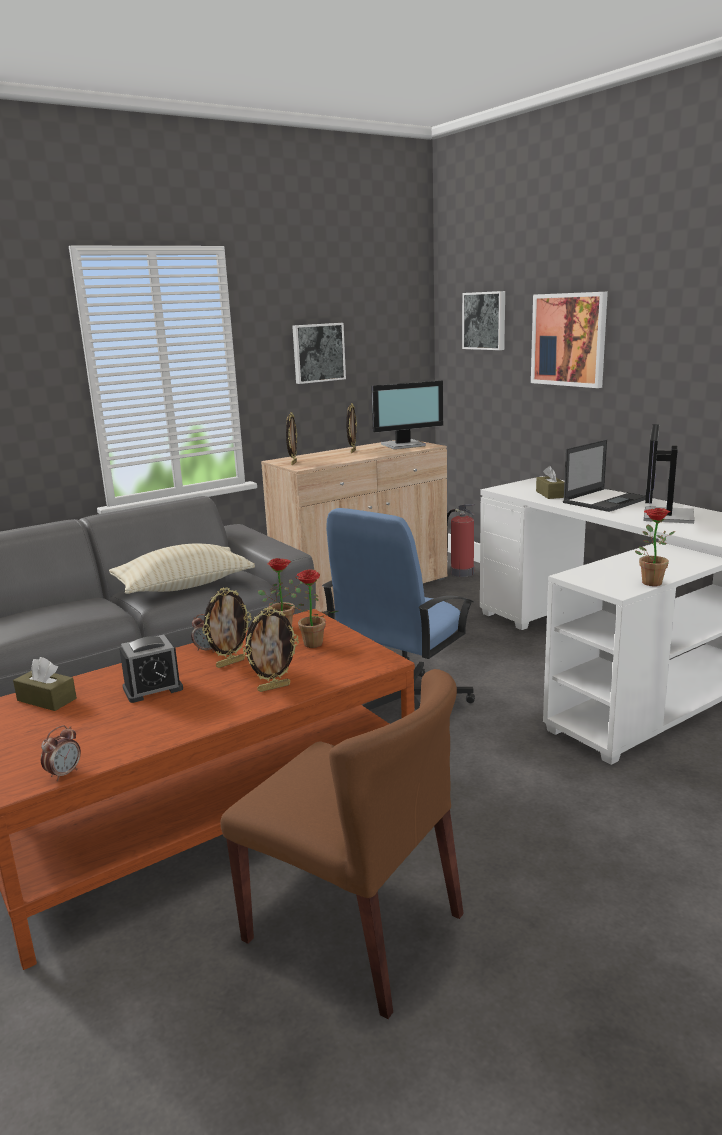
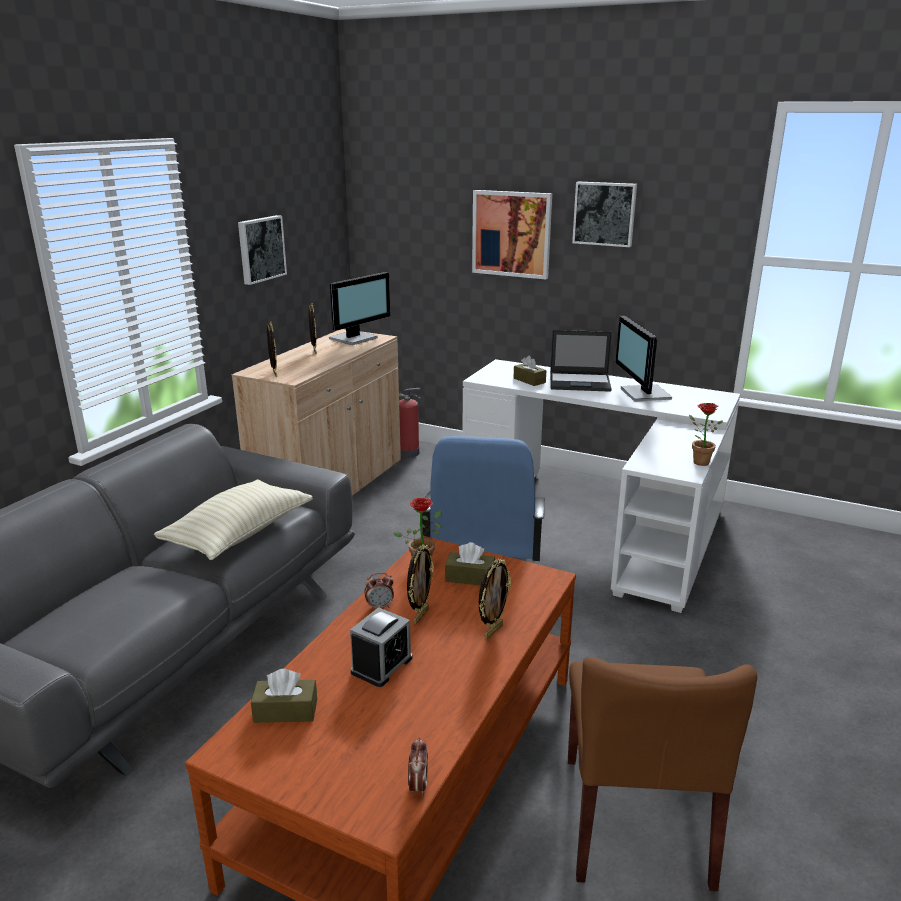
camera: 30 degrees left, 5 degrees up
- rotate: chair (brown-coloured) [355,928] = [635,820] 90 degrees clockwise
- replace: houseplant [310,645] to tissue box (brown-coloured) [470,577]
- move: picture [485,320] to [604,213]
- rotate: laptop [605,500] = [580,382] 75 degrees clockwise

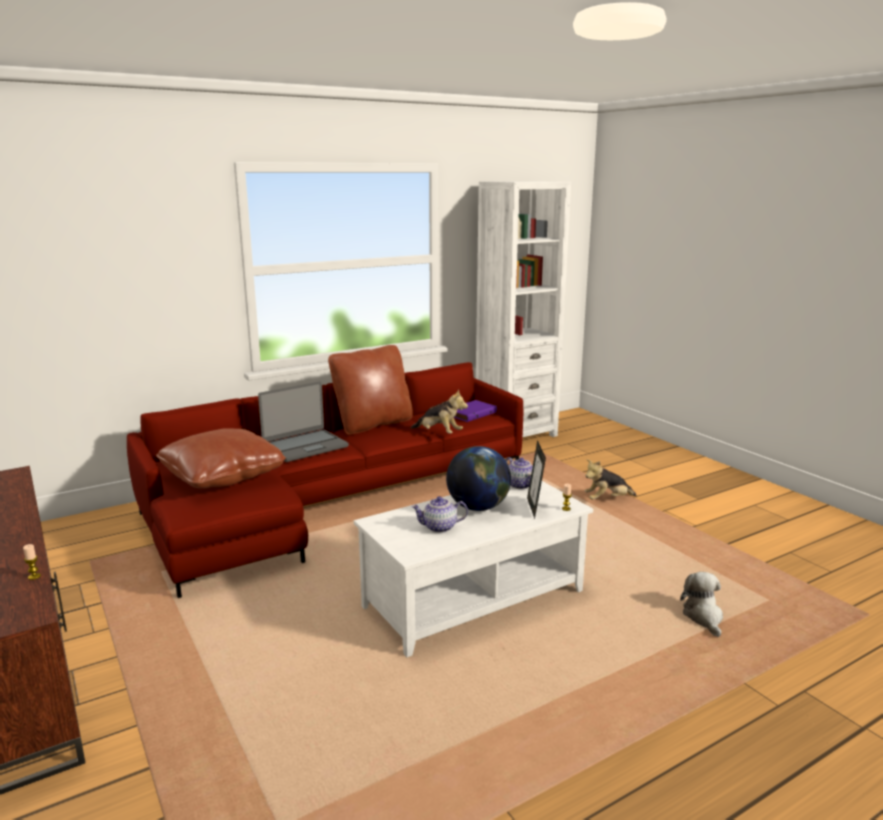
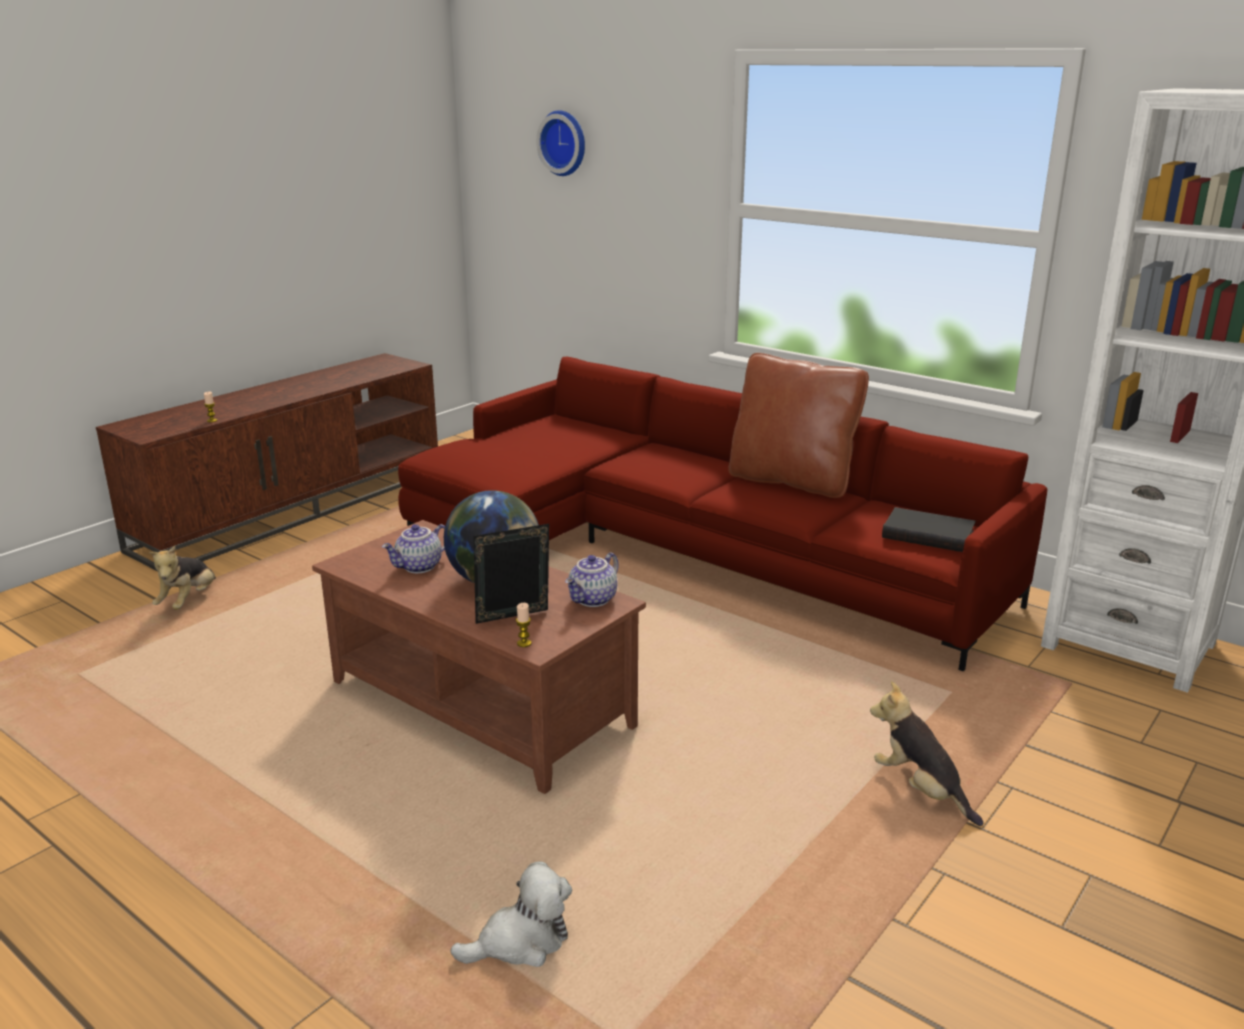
camera: 70 degrees right, 5 degrees up
- delete: cushion (brown-coloured) [223,476]
- delete: laptop [305,446]
- recolor: low table (whitish) [473,598] to low table (brown-coloured) [482,704]
- move: soft toy [439,433] to [188,601]
- rotate: pot for tea [439,528] = [419,567] 105 degrees counterclockwise
- recolor: bound book (purplish) [471,413] to bound book (blackish) [929,534]
- insert: clock on the wall [564,143]

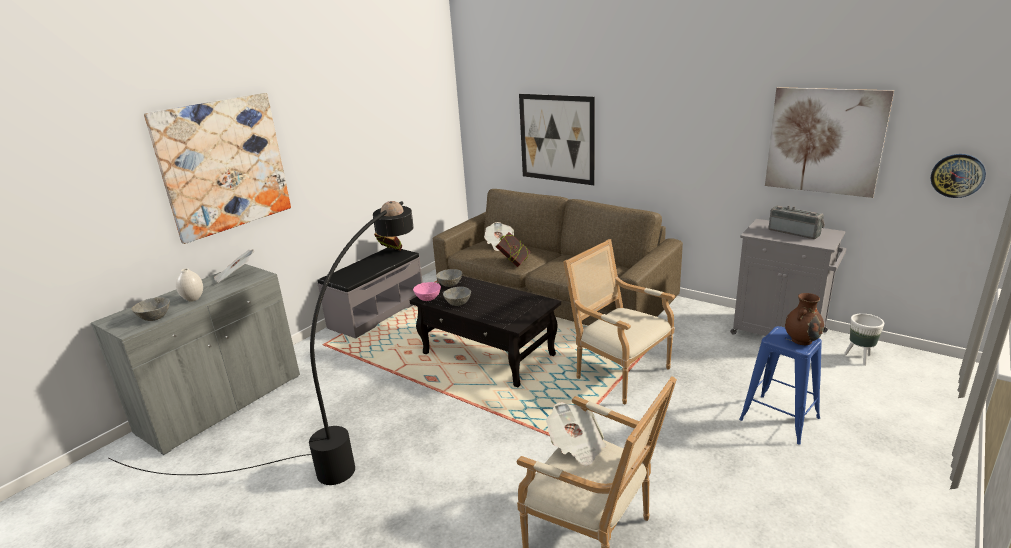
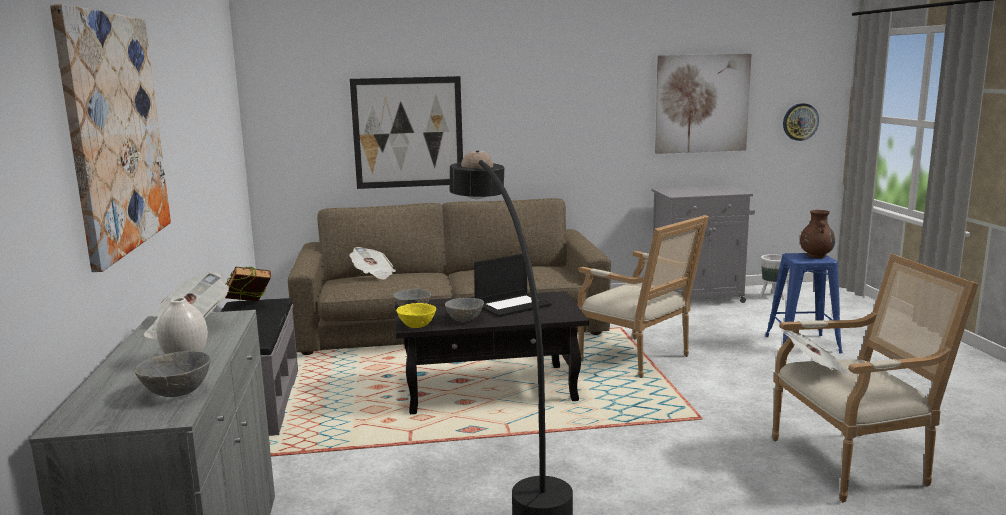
camera: 45 degrees left, 10 degrees down
- recolor: bowl (pink-coloured) [428,298] to bowl (yellowish) [417,325]
- delete: bound book [513,263]
- rotate: armchair [618,373] = [640,359] 135 degrees counterclockwise
- delete: radio receiver [795,232]
- insert: laptop [513,305]

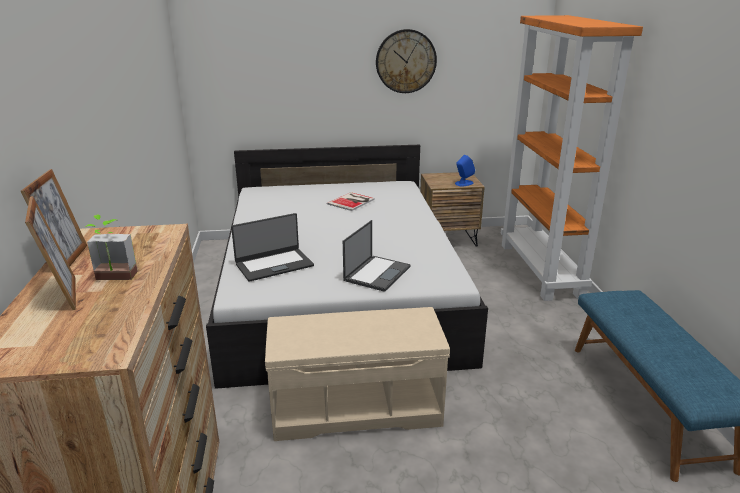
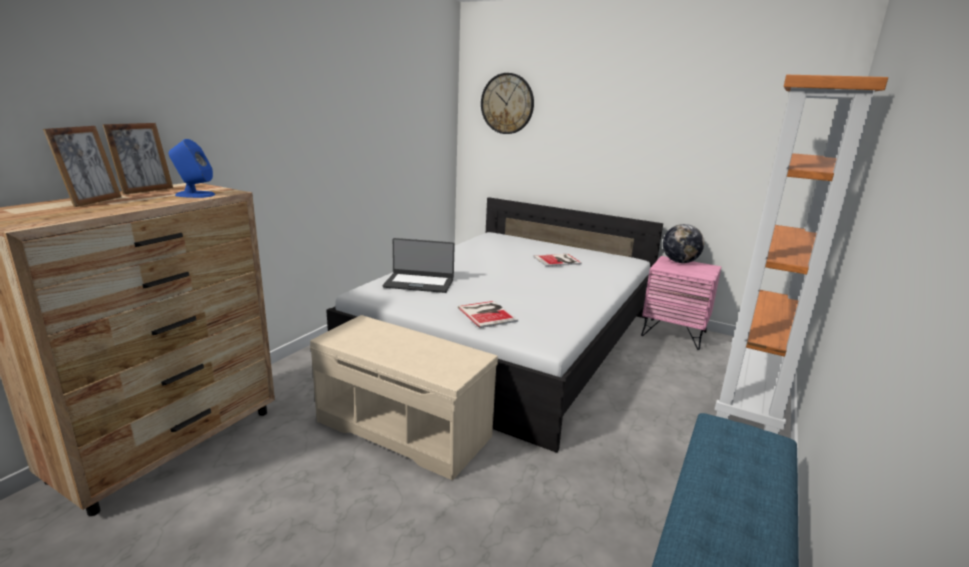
camera: 35 degrees right, 5 degrees down
- delete: houseplant [114,279]
- replace: laptop [377,273] to bound book [487,313]
- move: clock on the wall [406,61] to [507,103]
- recolor: night table (brown-coloured) [448,238] to night table (pink-coloured) [674,334]
- move: speaker (blue-coloured) [463,183] to [194,195]
- insert: globe [679,262]

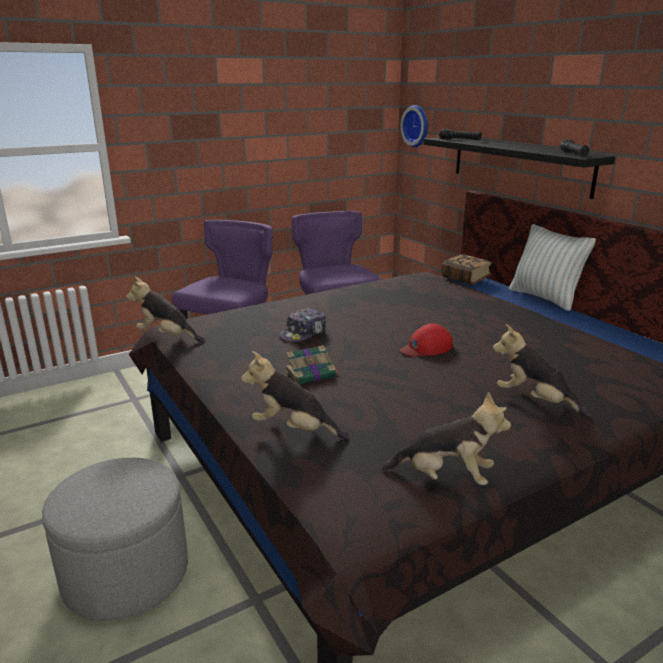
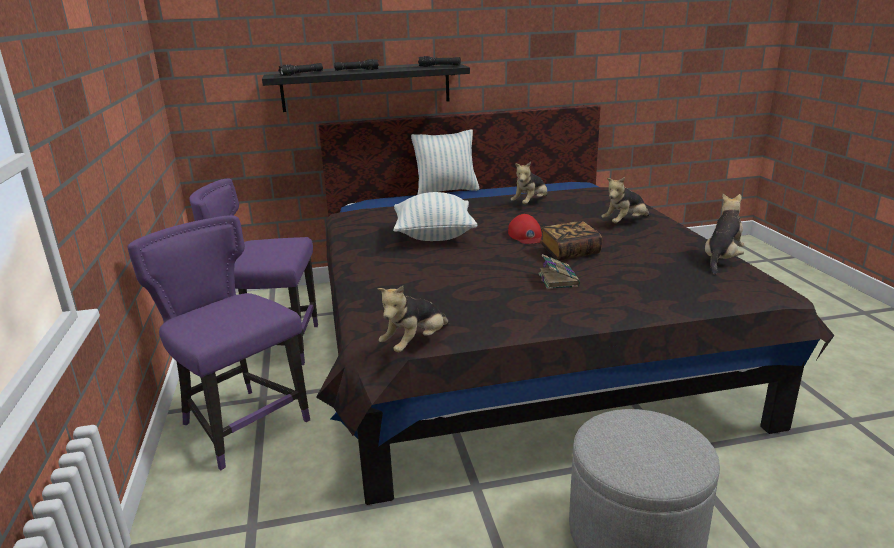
camera: 70 degrees left, 0 degrees up
- move: soft toy [294,429] to [530,203]
- delete: cap [303,333]
- delete: clock on the wall [417,126]
- move: bound book [465,279] to [569,252]
- insert: torch (blackish) [356,70]
- insert: cushion [434,236]

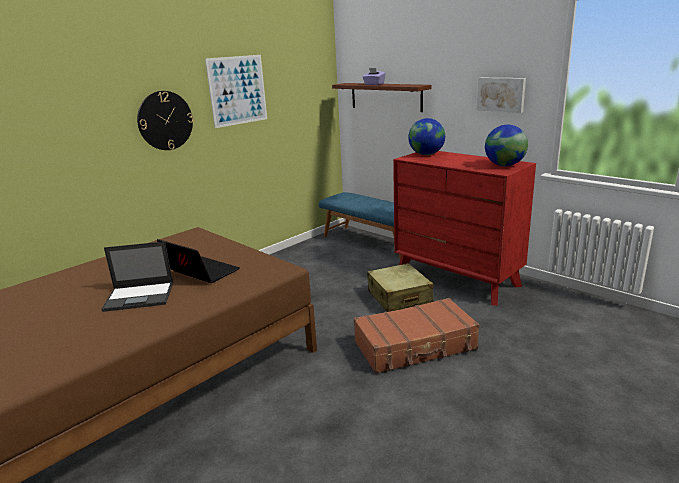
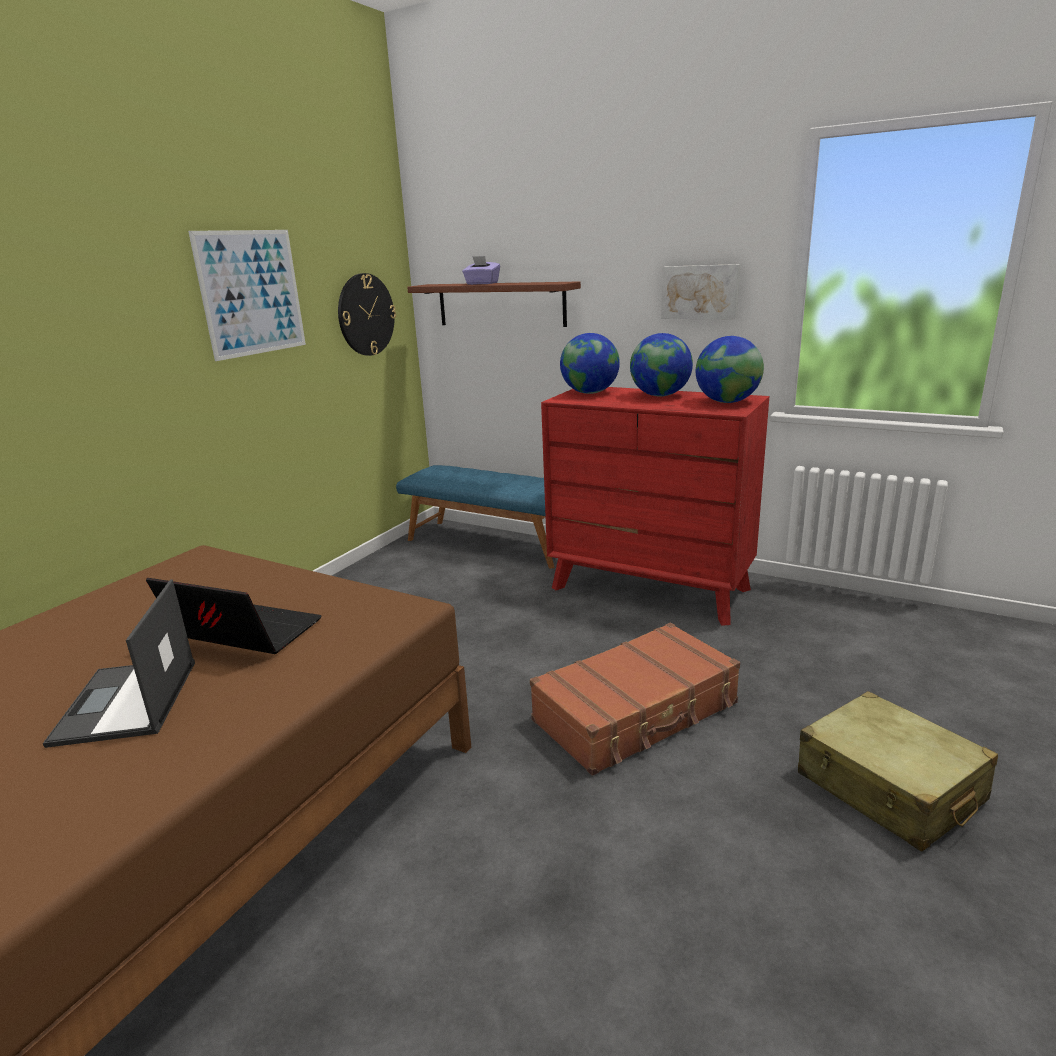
camera: 15 degrees left, 0 degrees up
- rotate: laptop [140,296] = [126,702] 105 degrees clockwise
- move: clock on the wall [165,120] to [366,315]
- move: travel case (beige) [399,298] to [889,787]
- insert: globe [660,395]

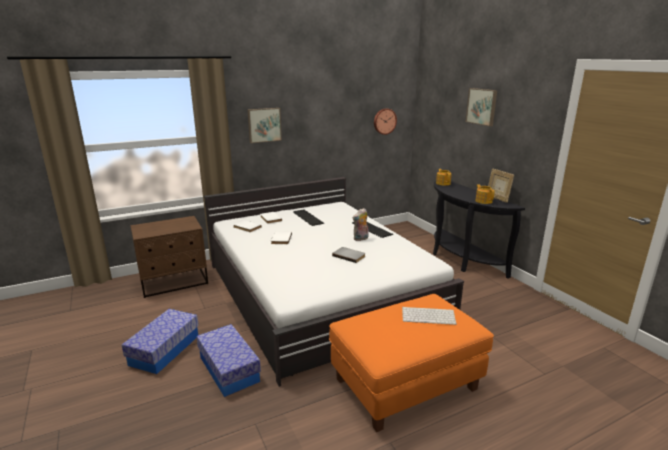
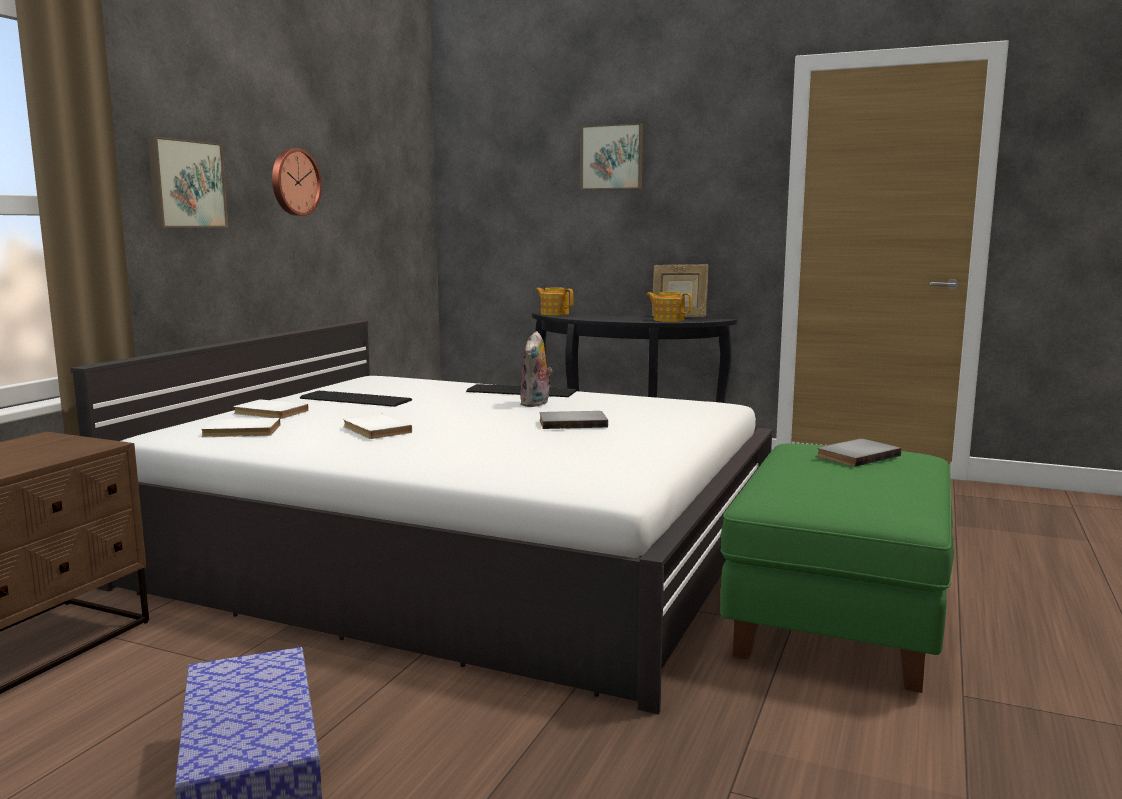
camera: 40 degrees left, 10 degrees down
- delete: storage container [229,369]
- recolor: pouffe (orangey) [406,383] to pouffe (green) [837,616]
- move: clock on the wall [384,121] to [294,182]
- replace: PC keyboard [429,316] to bound book (greyish) [855,455]

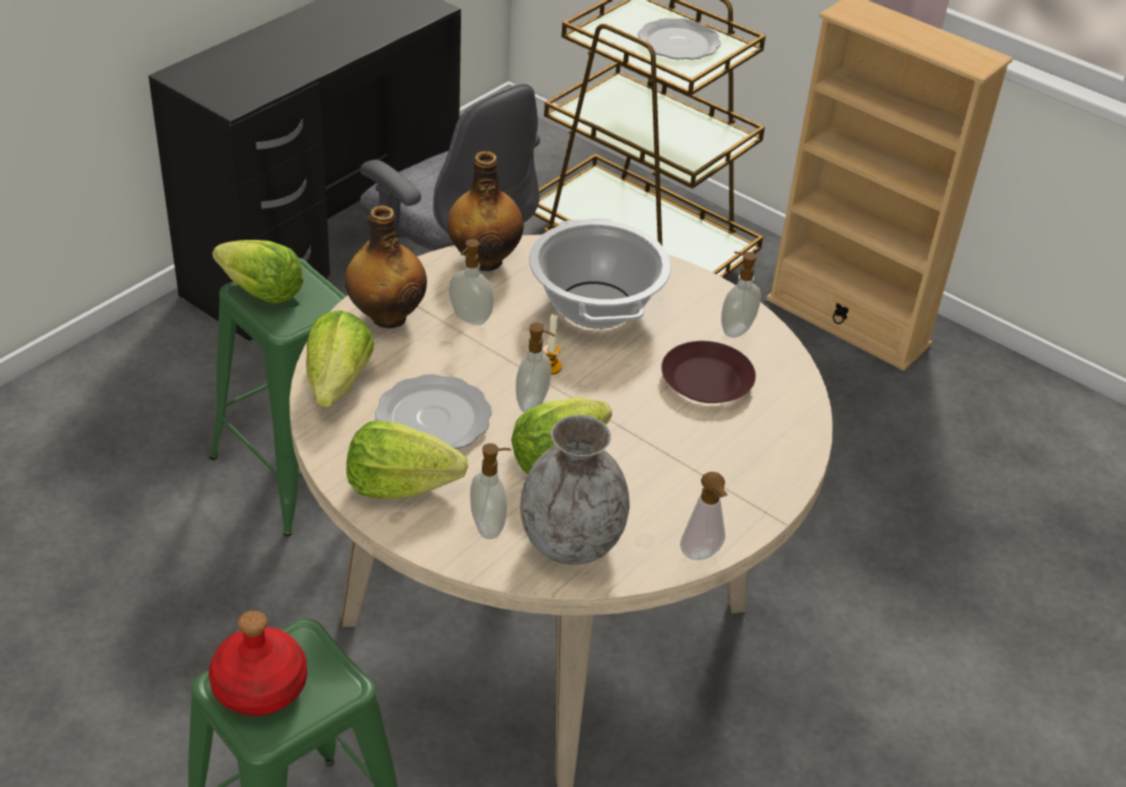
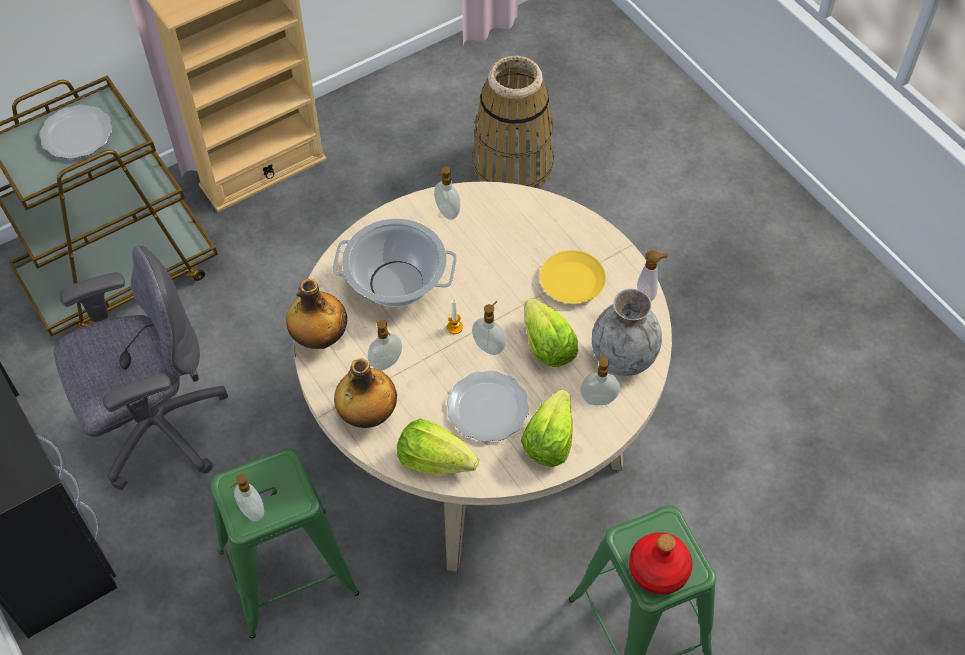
camera: 70 degrees left, 15 degrees up
- replace: lettuce head [261,292] to liquid soap bottle [251,511]
- delete: flat dish (brown-coloured) [707,380]
- insert: storage basket [513,165]
- insert: flat dish (yellowish) [572,281]

